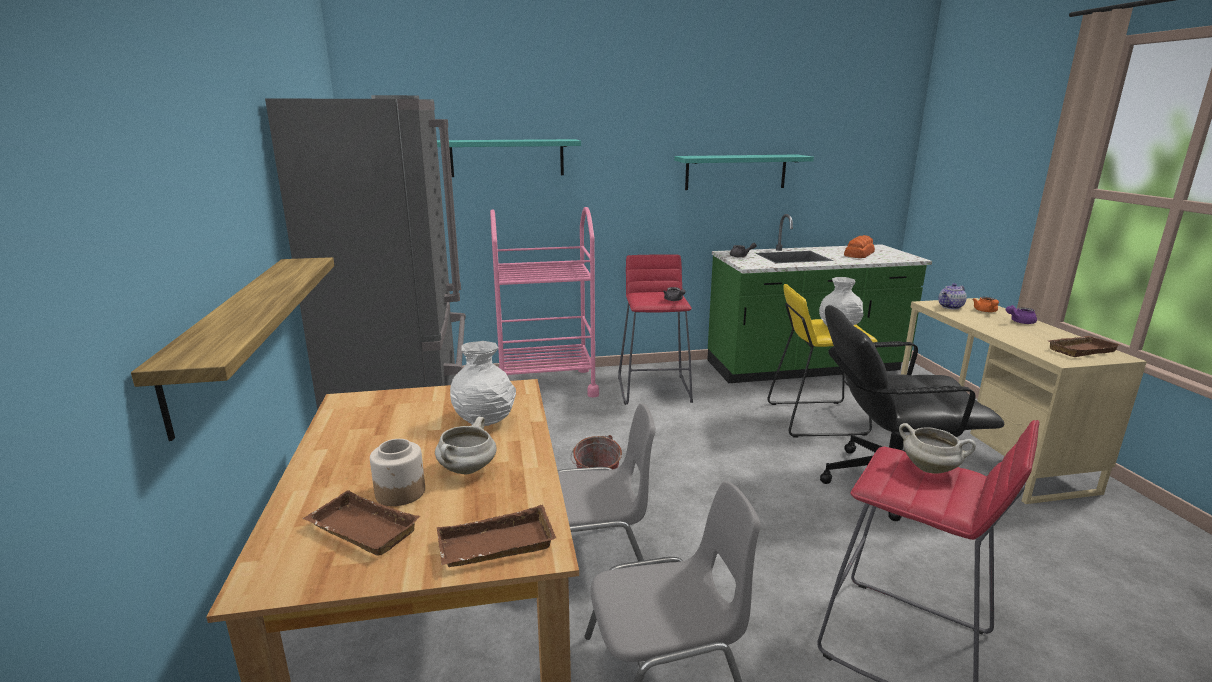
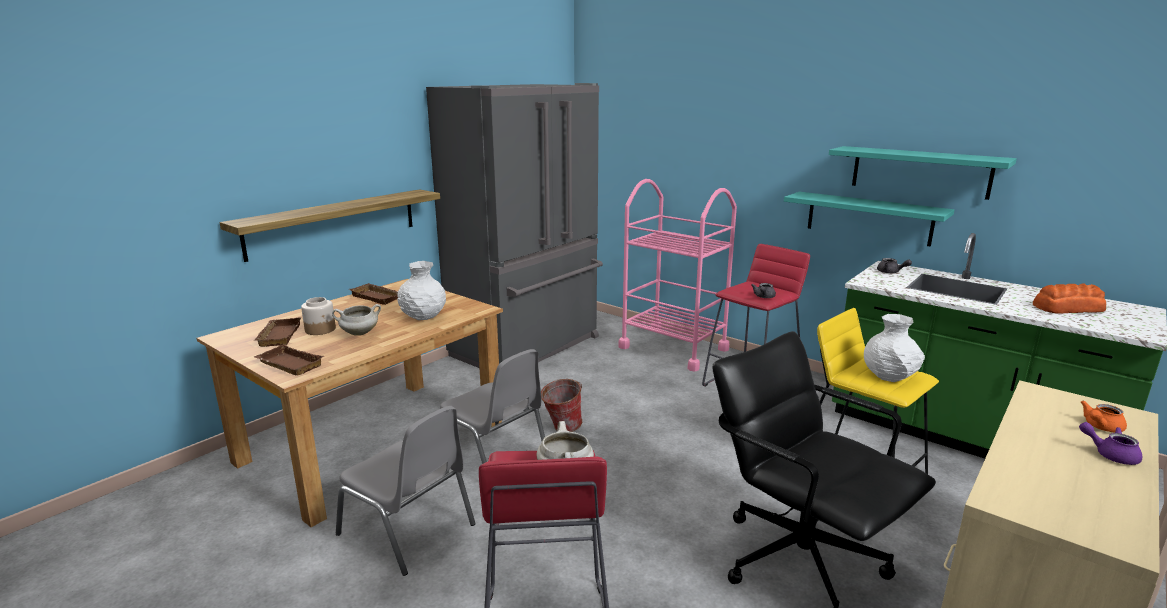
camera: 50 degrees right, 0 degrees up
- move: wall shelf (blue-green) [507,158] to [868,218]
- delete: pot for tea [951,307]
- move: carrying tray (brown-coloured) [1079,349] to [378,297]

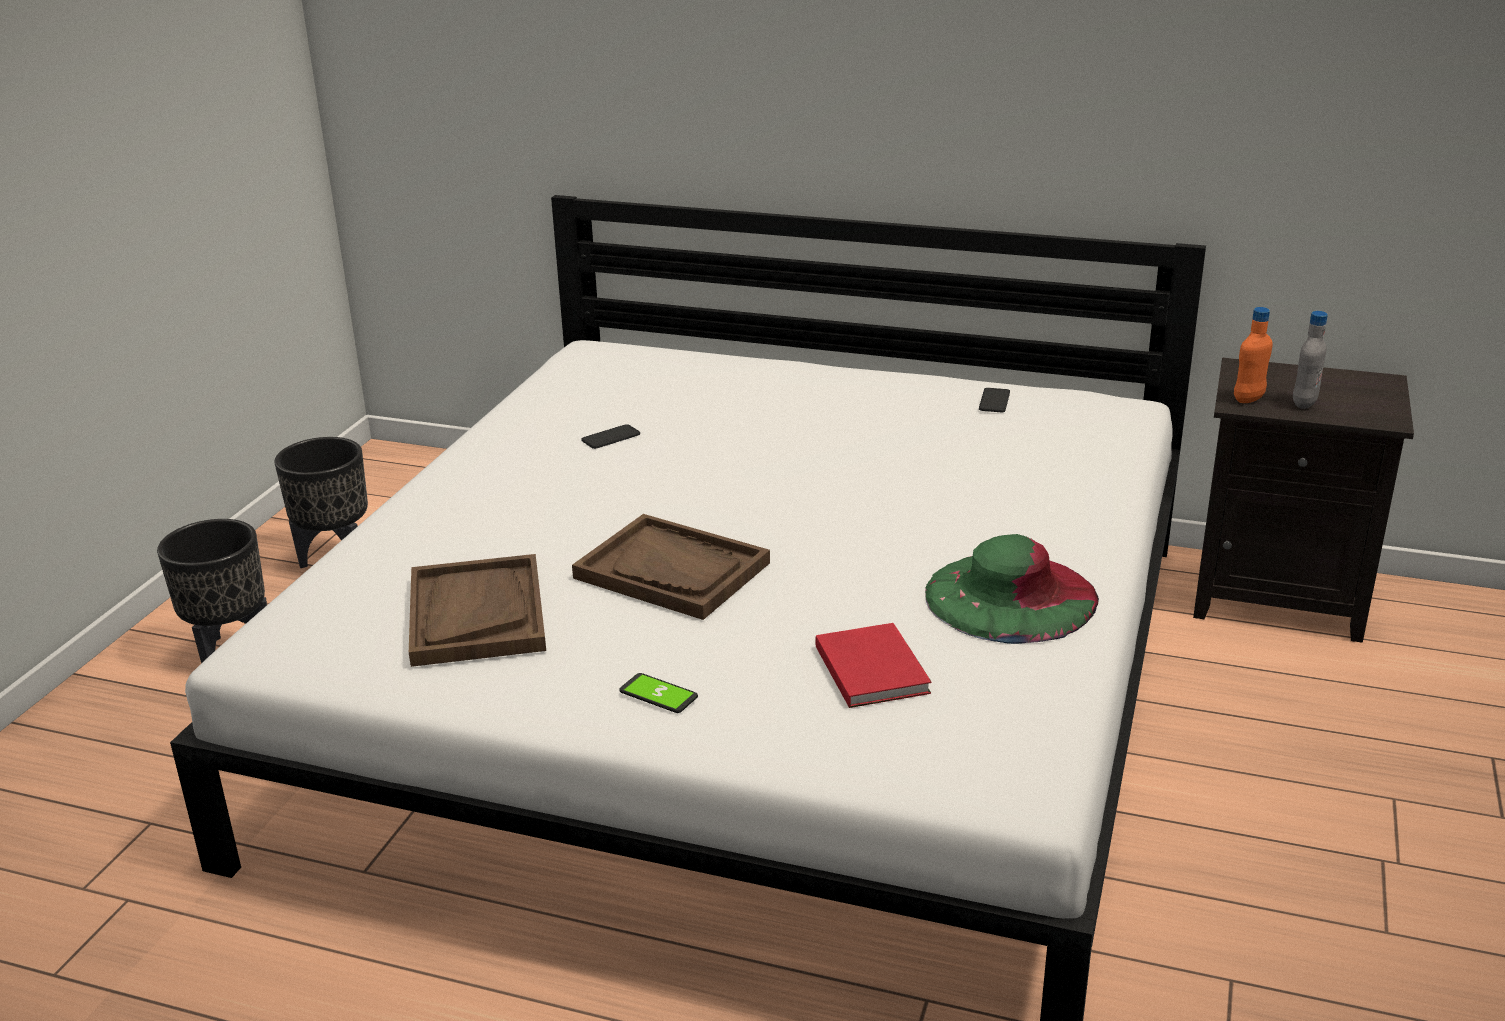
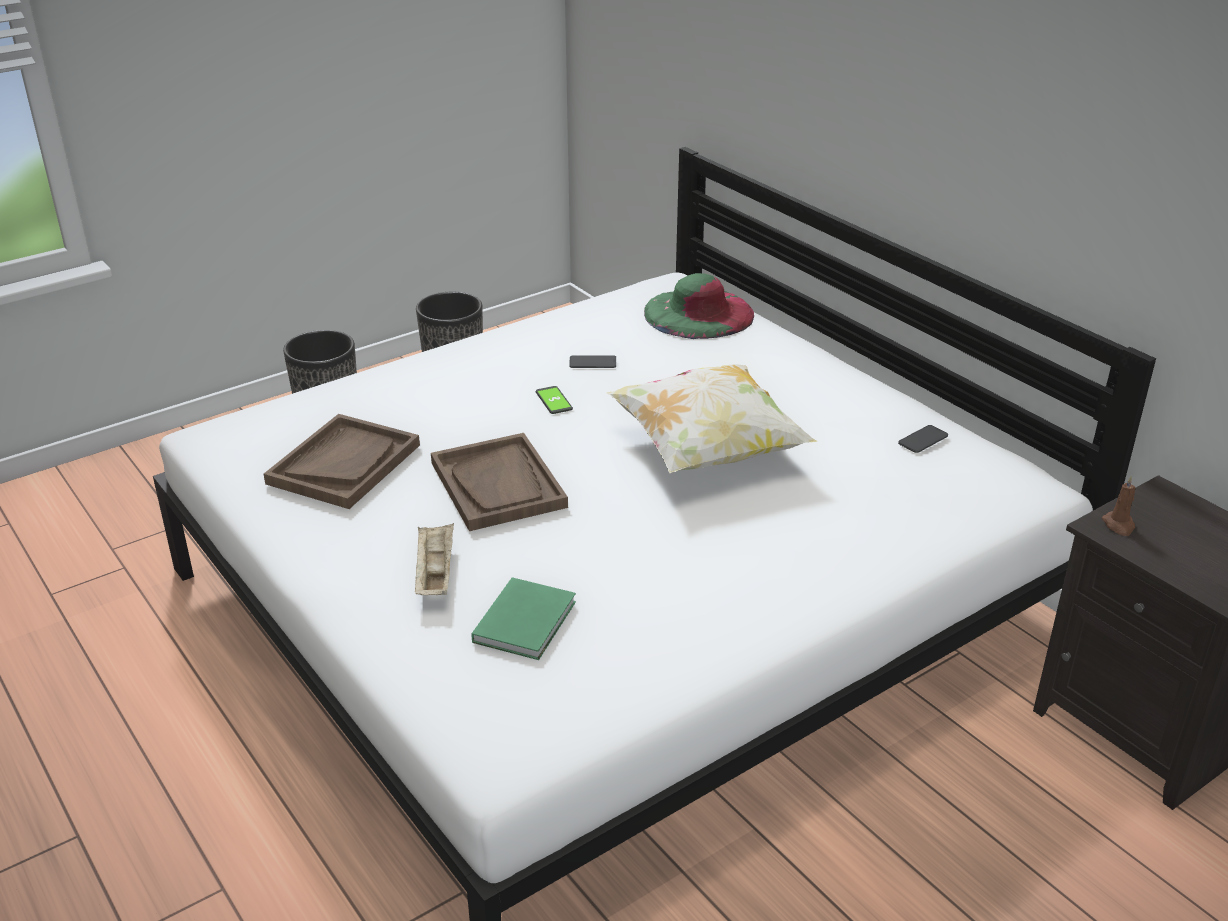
camera: 35 degrees right, 5 degrees up
- move: telephone [658,694] to [553,401]
- recolor: bound book (red) [872,667] to bound book (green) [527,620]
- move: hat (green) [1010,596] to [698,313]
- replace: beverage bottle (orangey) [1248,399] to wax candle (brown-coloured) [1119,525]
- delete: beverage bottle (greyish) [1304,403]
- insert: carrying tray (beige) [435,574]
- insert: cushion [707,450]

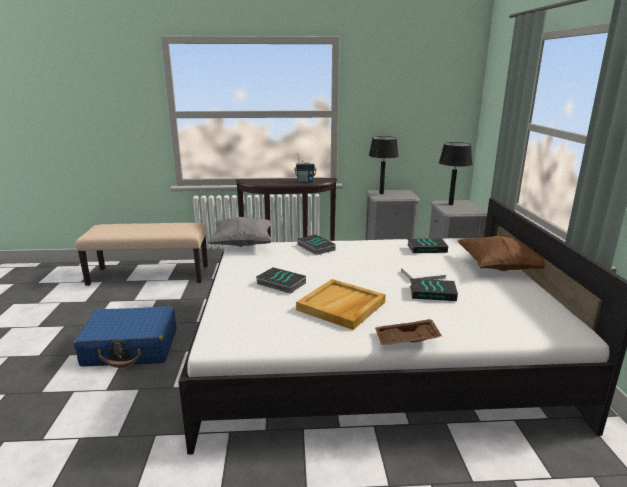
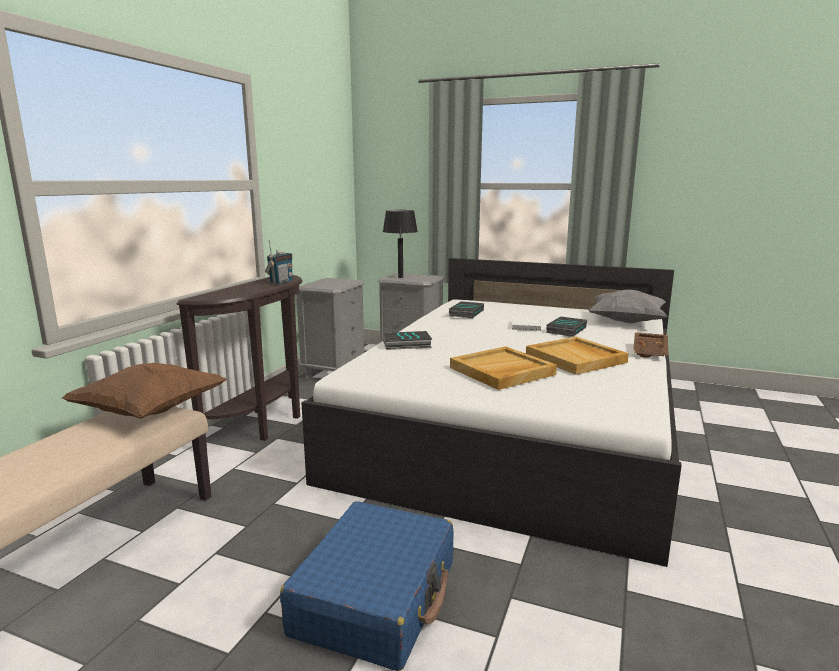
camera: 65 degrees left, 5 degrees down
- move: cushion (greyish) [243,244] to [626,322]
- replace: bound book [280,283] to carrying tray (beige) [502,371]
- delete: table lamp (blackish) [381,193]
- move: cushion (brown-coloured) [499,268] to [150,412]

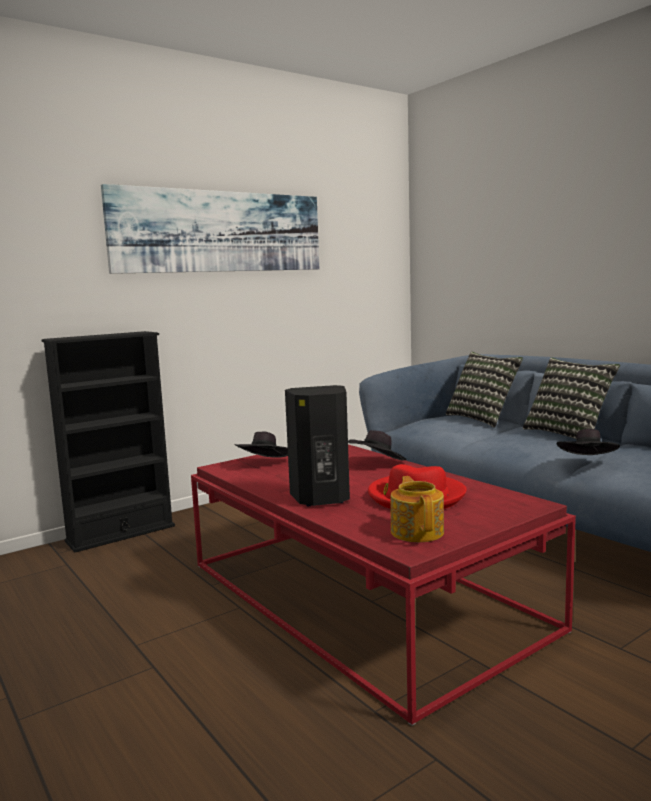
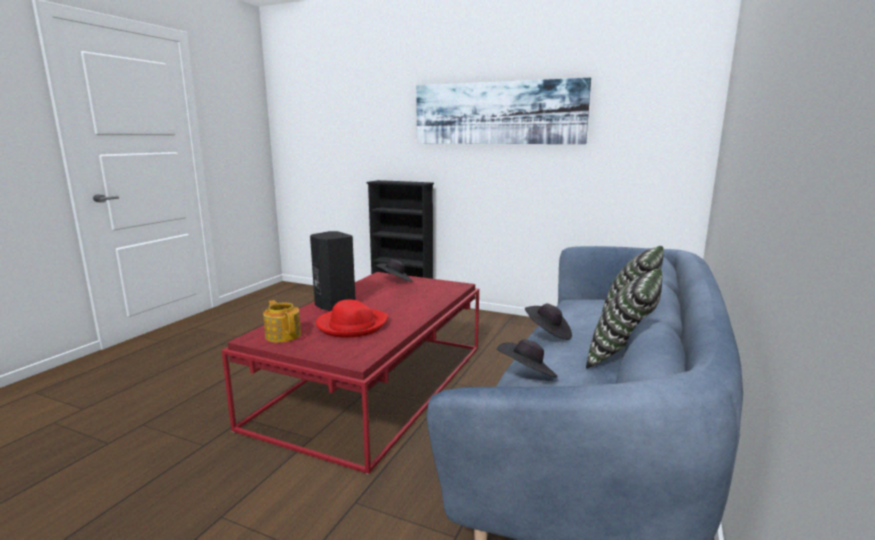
camera: 60 degrees right, 5 degrees up
- move: hat (blackish) [377,464] to [548,333]
- rotate: pot for tea [417,531] = [283,335] 90 degrees counterclockwise

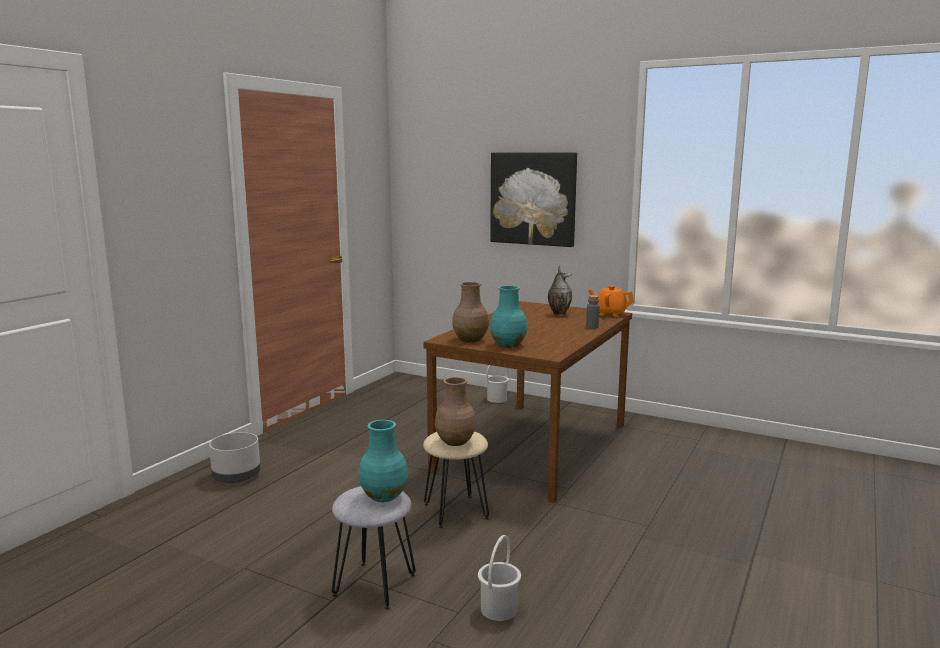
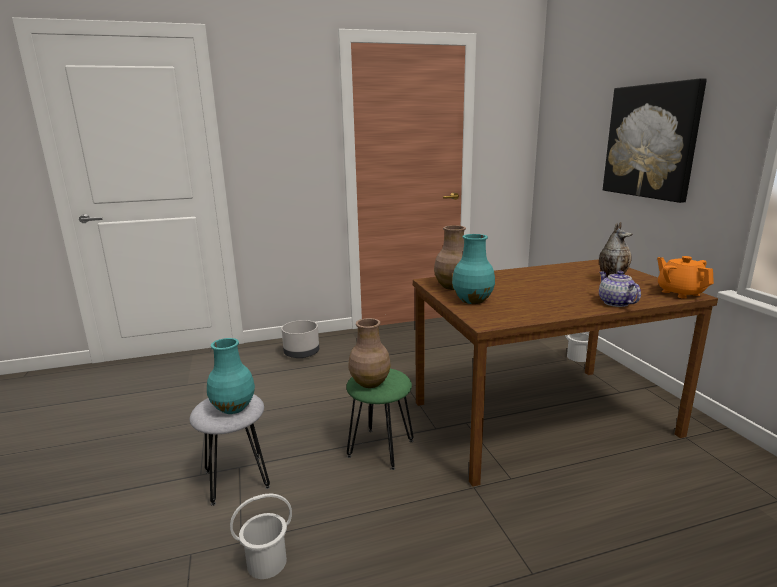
camera: 45 degrees right, 5 degrees up
- recolor: stool seat (beige) [455,511] to stool seat (green) [380,448]
- replace: beverage bottle (greyish) [592,327] to pot for tea [616,303]

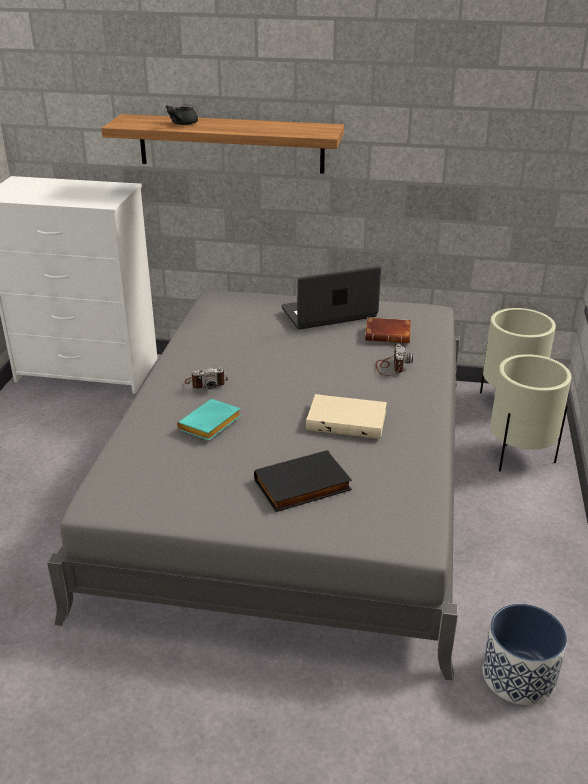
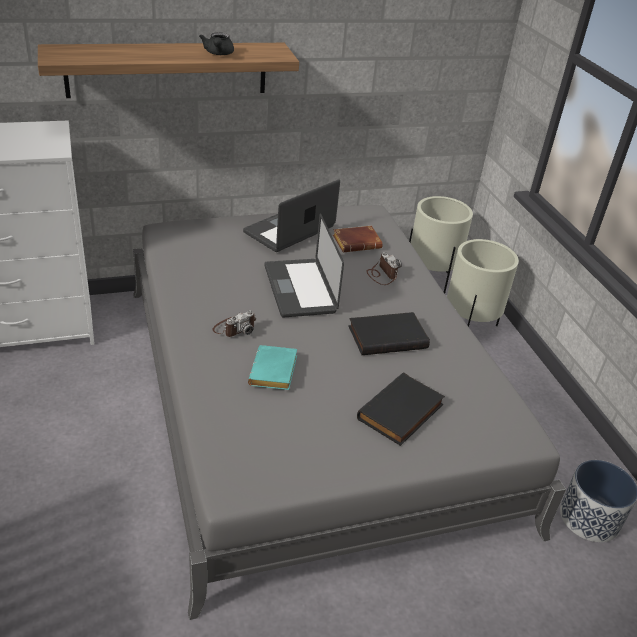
camera: 30 degrees left, 5 degrees up
- move: pot for tea (blackish) [181,124] to [218,54]
- recolor: bound book (beige) [347,420] to bound book (blackish) [387,336]
- insert: laptop [299,289]

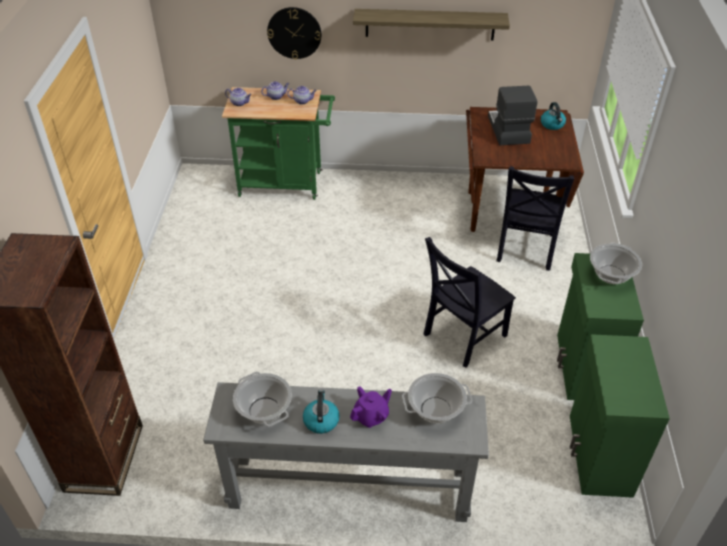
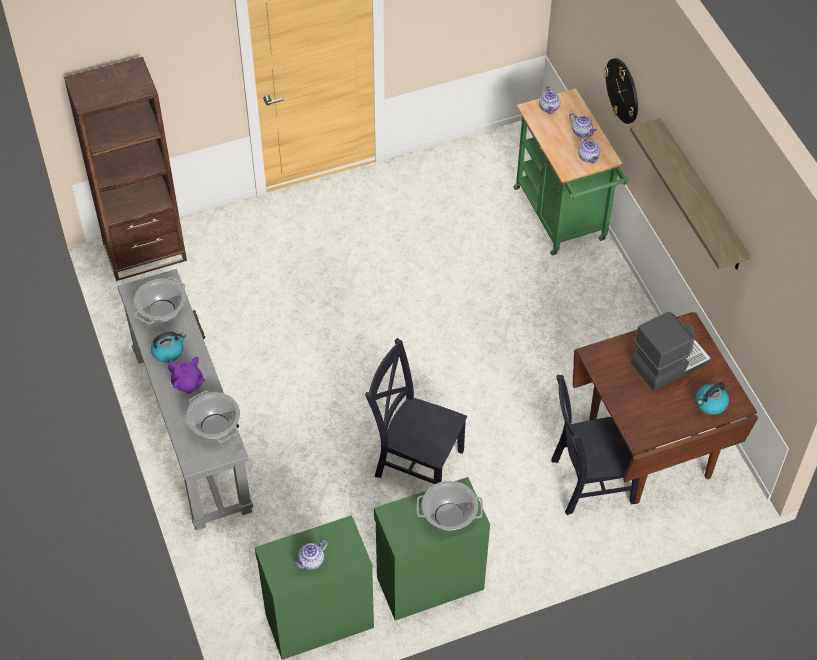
camera: 65 degrees right, 10 degrees up
- insert: pot for tea [311,561]

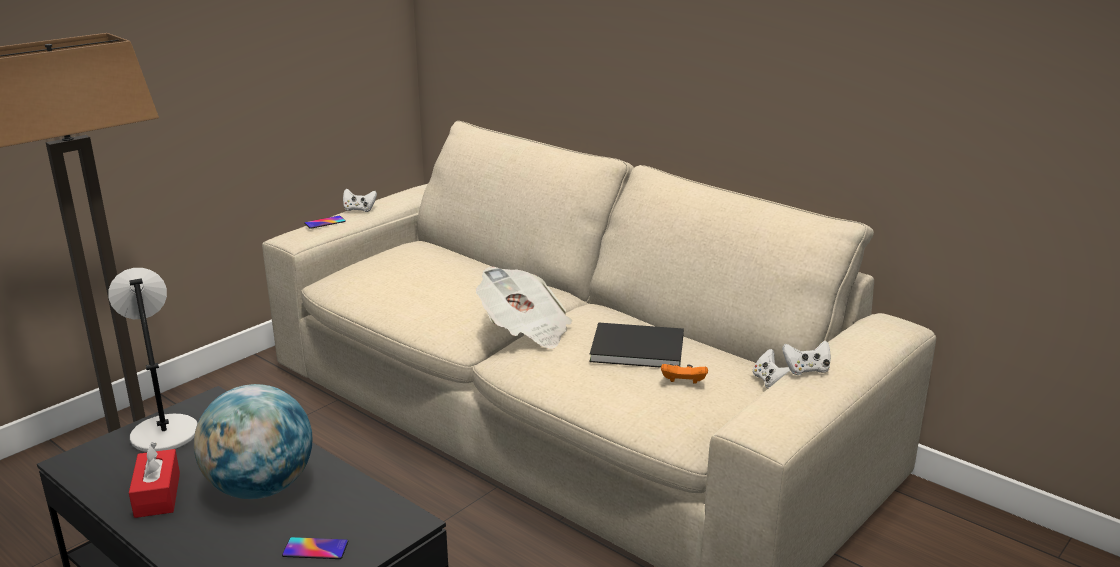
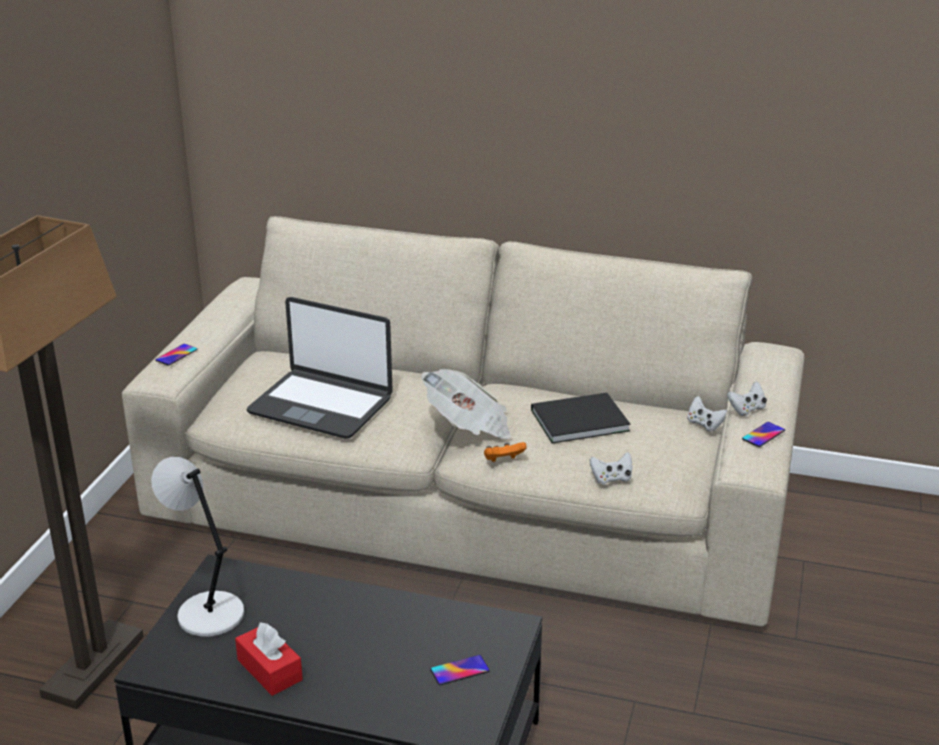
camera: 25 degrees left, 5 degrees up
- delete: globe [260,488]
- move: gamepad (whitish) [359,209] to [611,479]
- move: gamepad (orangey) [683,383] to [503,461]
- insert: laptop [321,405]
- insert: telephone [763,435]

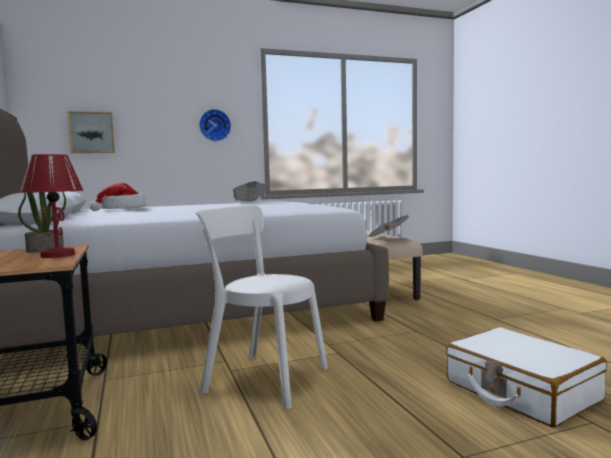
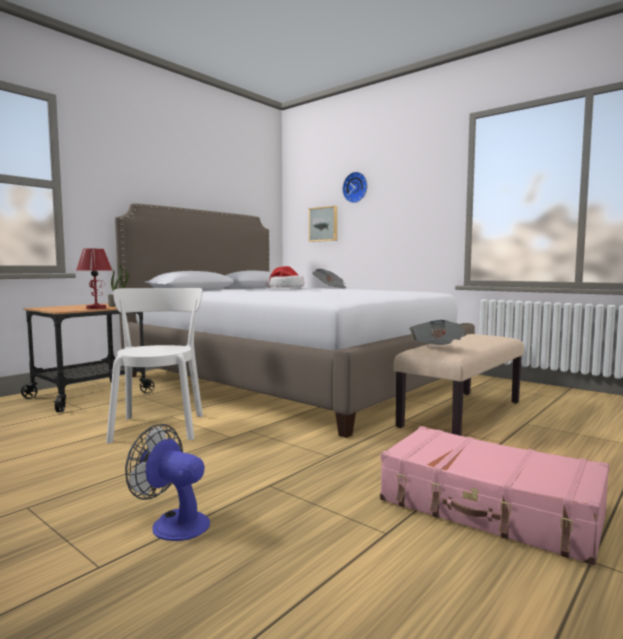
camera: 60 degrees right, 0 degrees up
- move: clock on the wall [214,125] to [356,187]
- move: newspaper [250,202] to [330,288]
- replace: travel case (whitish) [520,391] to cooling fan [172,523]
- insert: travel case (pink-coloured) [489,508]

